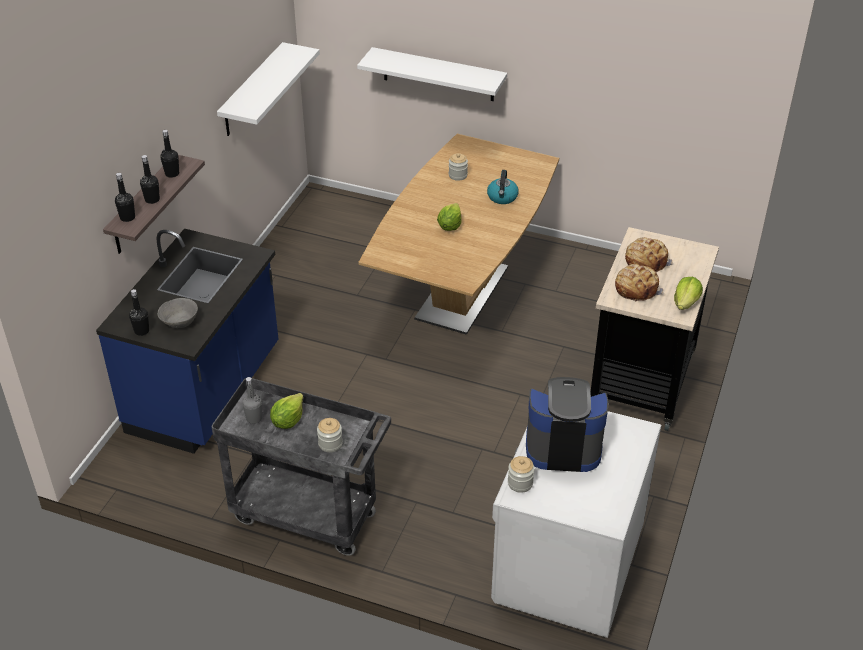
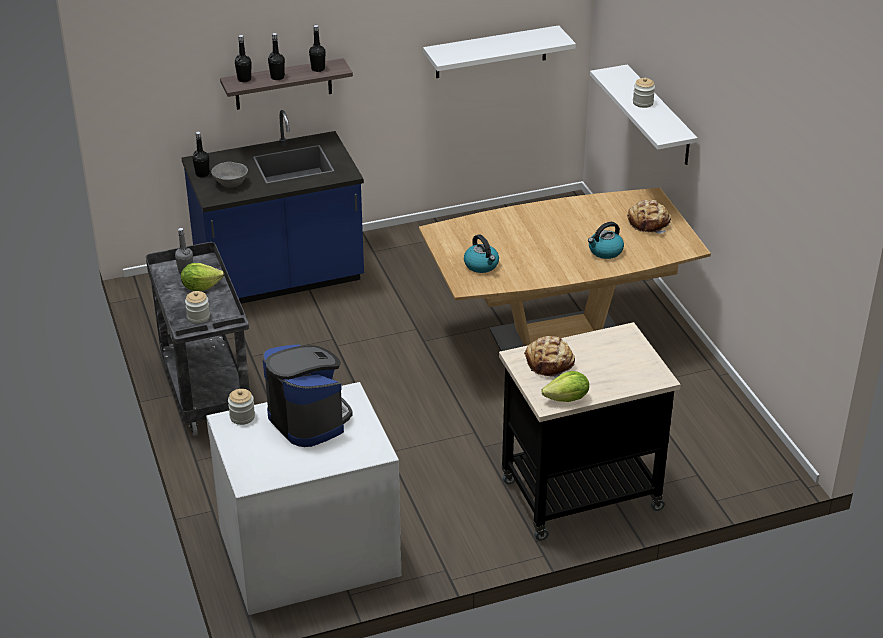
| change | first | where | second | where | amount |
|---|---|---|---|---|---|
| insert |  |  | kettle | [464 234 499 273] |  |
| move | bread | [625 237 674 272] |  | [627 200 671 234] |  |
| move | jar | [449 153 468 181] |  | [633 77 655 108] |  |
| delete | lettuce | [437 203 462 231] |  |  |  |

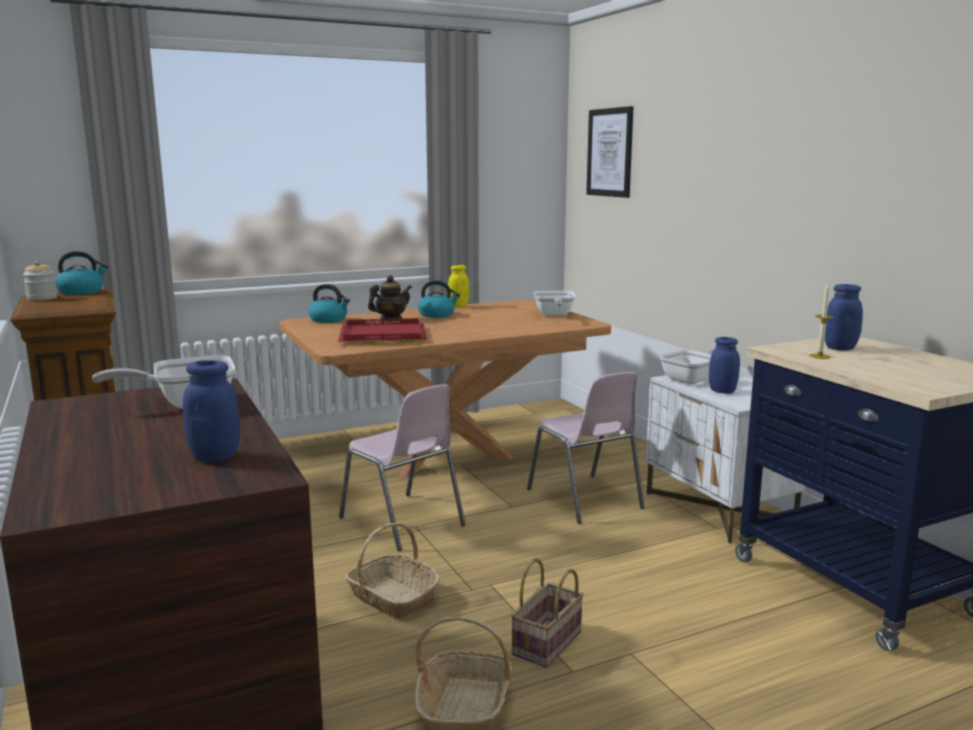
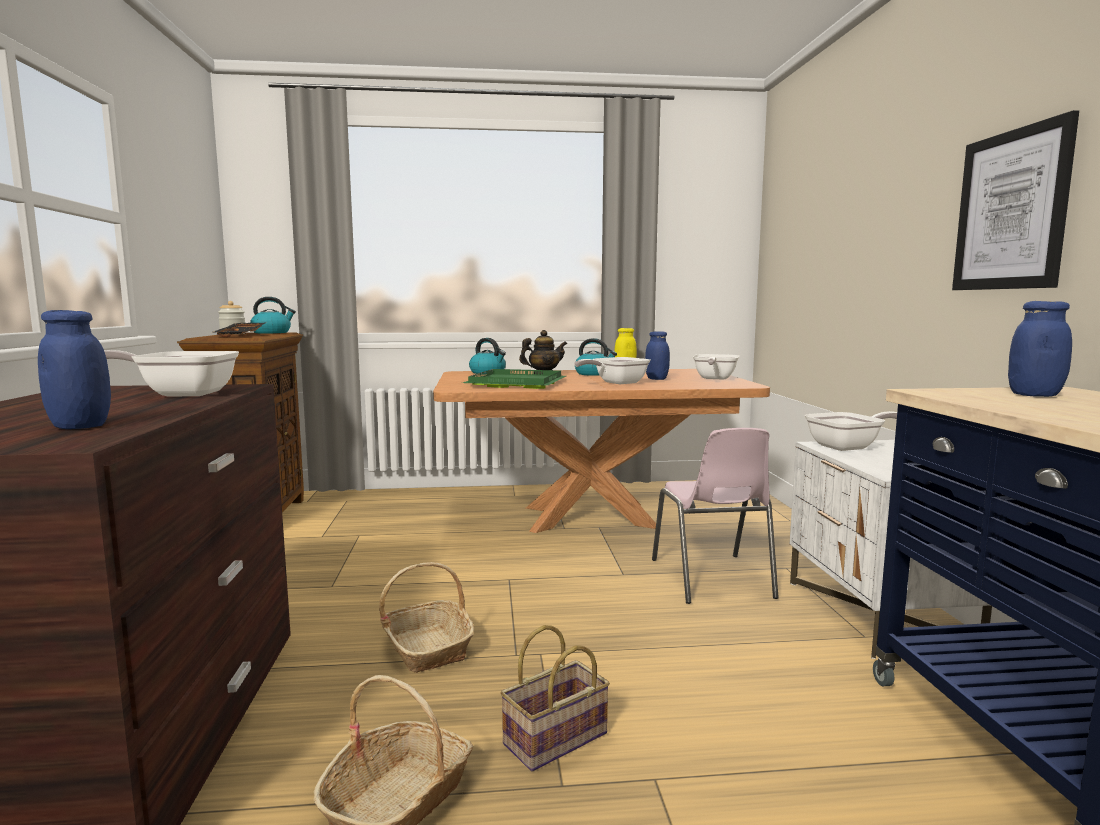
| change | first | where | second | where | amount |
|---|---|---|---|---|---|
| insert |  |  | tray (black) | [211 323 265 337] |  |
| recolor | tray (red) | [338 318 427 344] | tray (green) | [463 369 566 389] |  |
| insert |  |  | frying pan | [574 357 651 384] |  |
| move | jar (blue) | [709 337 740 394] |  | [645 331 670 380] |  |
| move | picture | [586 106 633 198] |  | [952 110 1079 290] |  |
| delete | chair (pink) | [339 384 466 551] |  |  |  |
| delete | candle | [809 283 834 359] |  |  |  |

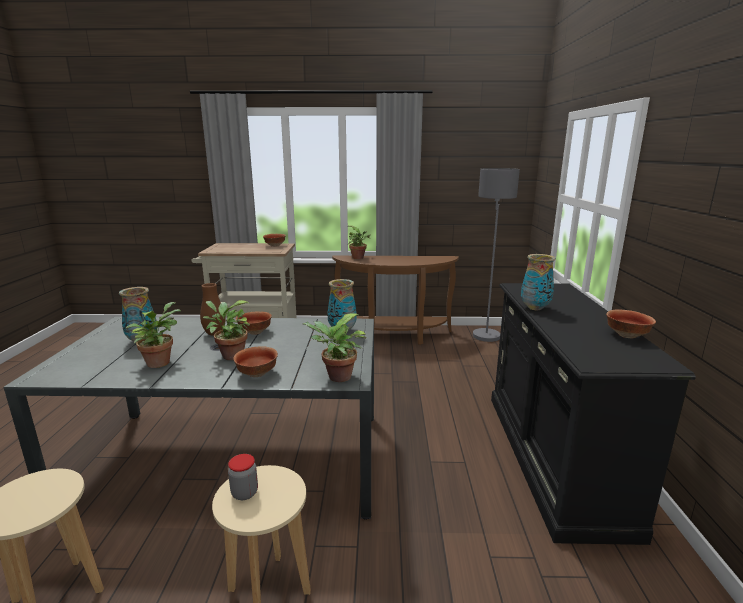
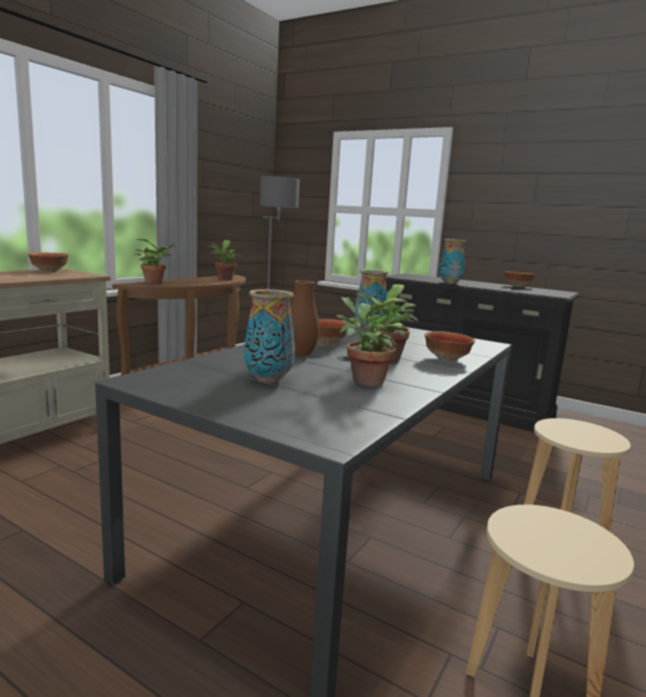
| change | first | where | second | where | amount |
|---|---|---|---|---|---|
| move | potted plant | [303 313 367 382] |  | [208 240 243 280] |  |
| delete | jar | [228 454 258 500] |  |  |  |

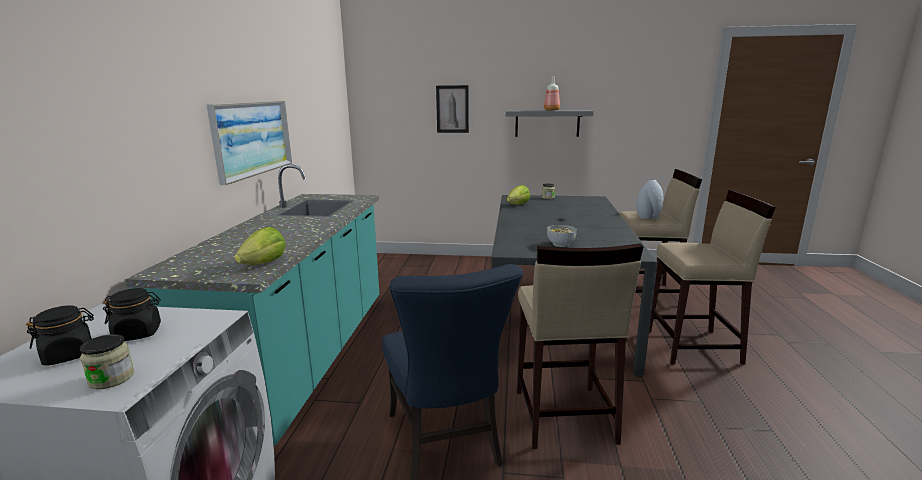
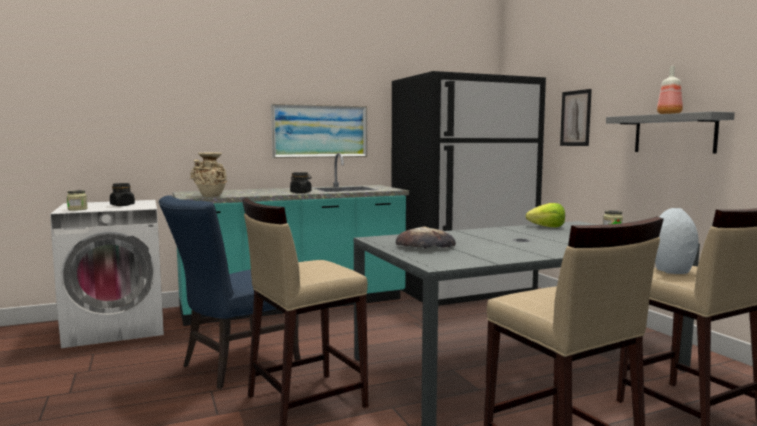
| change | first | where | second | where | amount |
|---|---|---|---|---|---|
| replace | lettuce | [235 227 286 265] | vase (beige) | [189 152 227 197] |  |
| move | jar (black) | [26 305 94 366] |  | [290 172 312 193] |  |
| insert |  |  | fridge (black) | [392 71 546 306] |  |
| replace | bowl | [547 225 577 247] | bread | [396 226 456 249] |  |

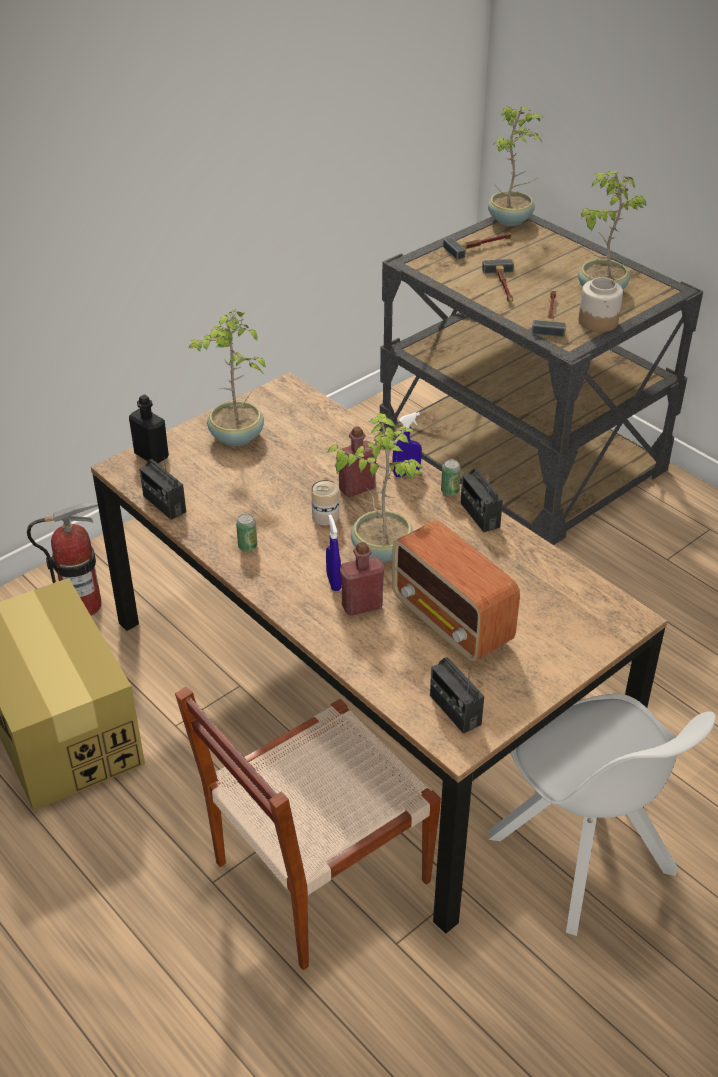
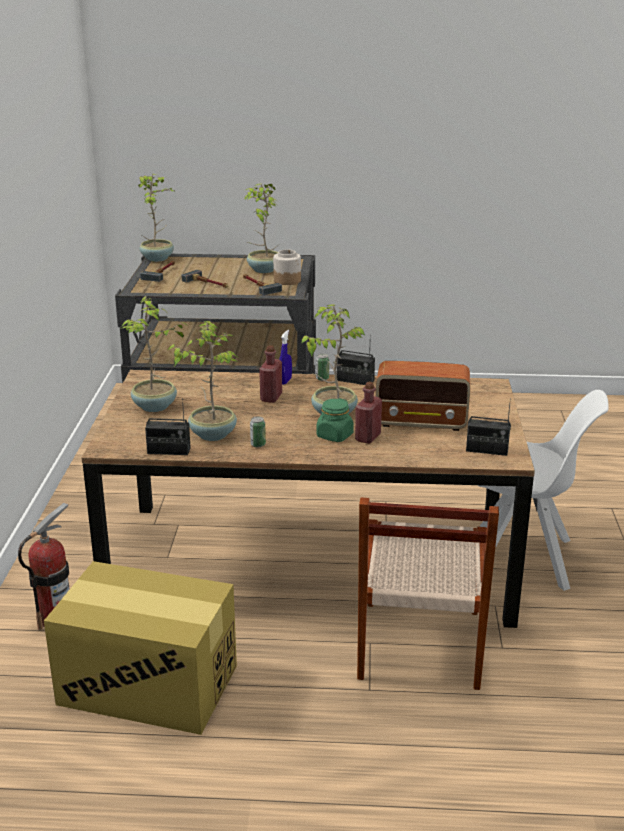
| change | first | where | second | where | amount |
|---|---|---|---|---|---|
| insert |  |  | potted plant | [167 321 239 441] |  |
| replace | spray bottle (blue) | [326 514 341 591] | jar (green) | [316 398 354 442] |  |
| delete | bottle (black) | [129 395 169 463] |  |  |  |
| delete | can | [311 480 339 526] |  |  |  |

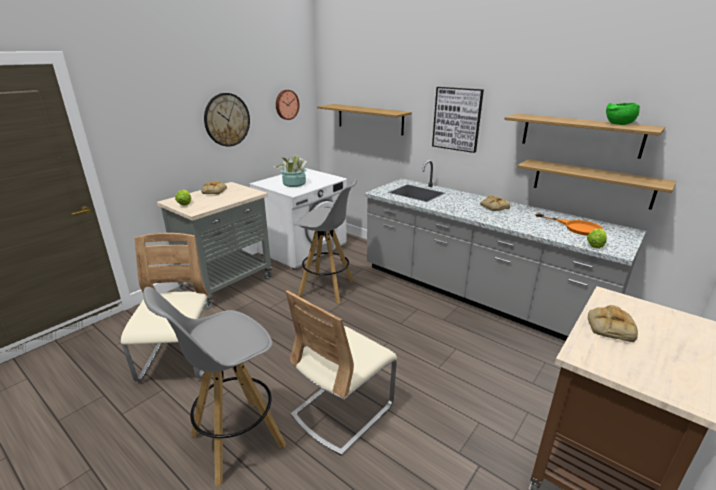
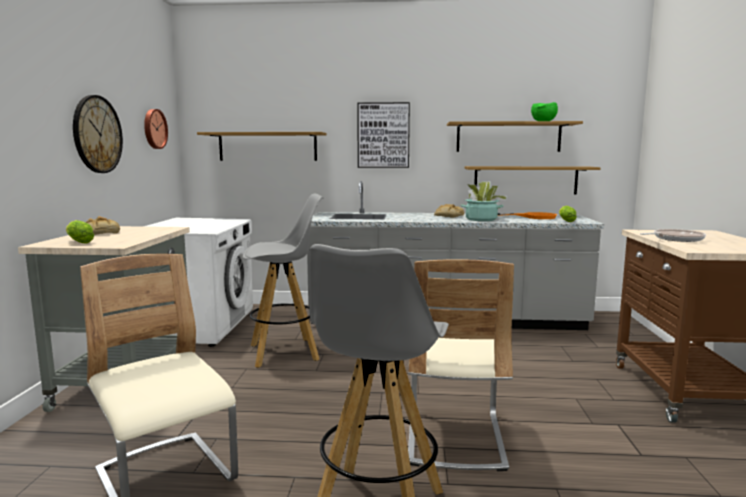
| change | first | where | second | where | amount |
|---|---|---|---|---|---|
| move | potted plant | [273 156 307 187] |  | [461 181 507 221] |  |
| replace | bread | [588 305 638 342] | frying pan | [640 229 706 242] |  |

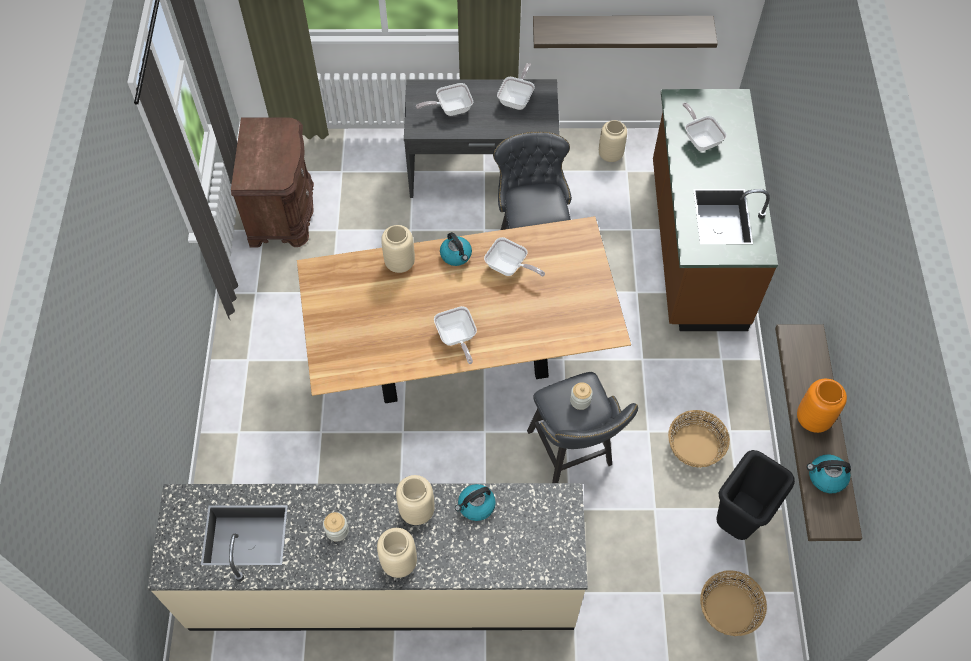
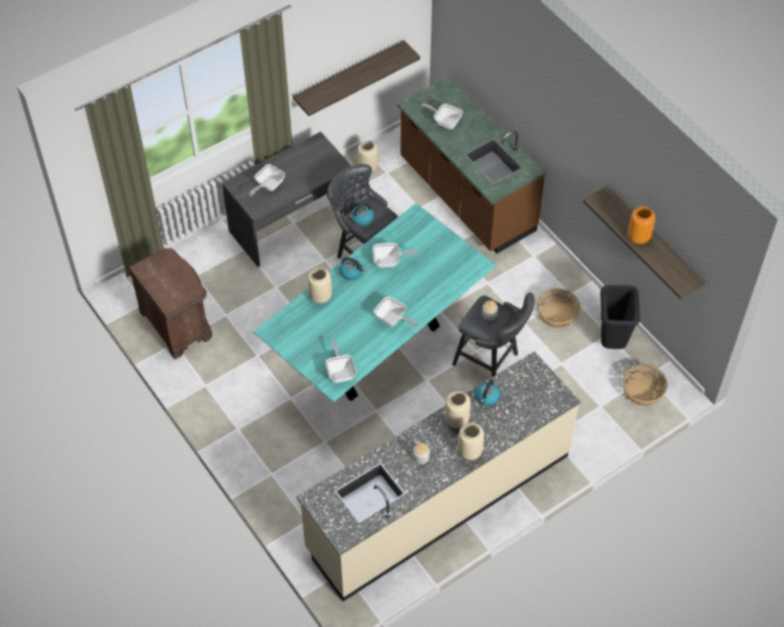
| change | first | where | second | where | amount |
|---|---|---|---|---|---|
| recolor | dining table (brown) | [297 216 631 403] | dining table (turquoise) | [253 203 497 402] |  |
| move | frying pan | [497 63 535 110] |  | [326 340 356 383] |  |
| move | kettle | [807 454 851 493] |  | [349 203 374 226] |  |

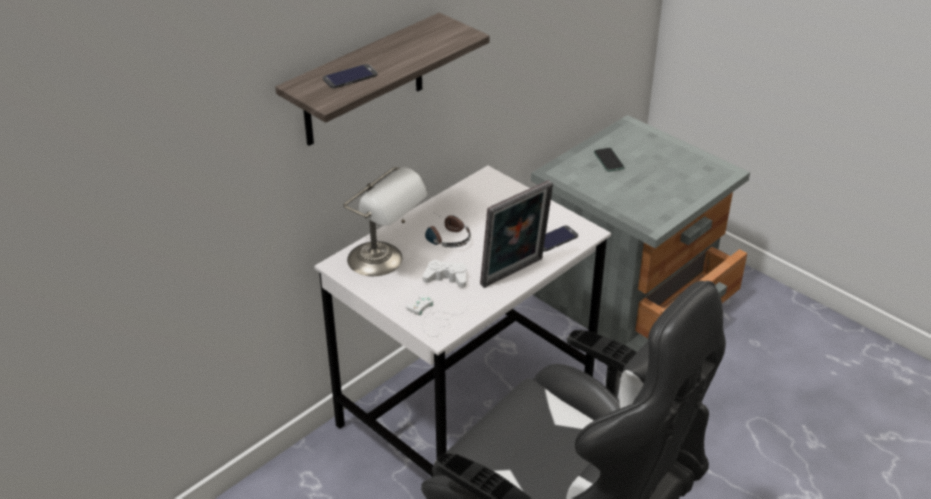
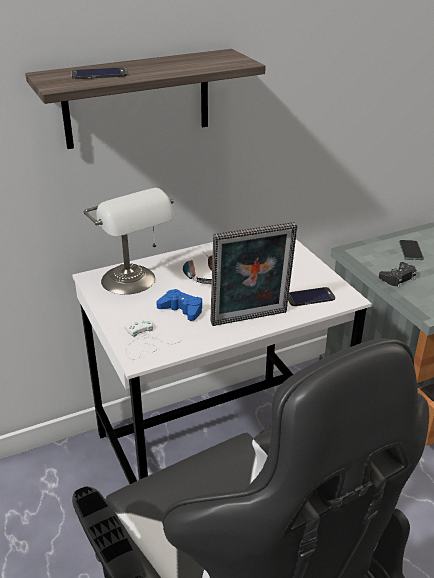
| change | first | where | second | where | amount |
|---|---|---|---|---|---|
| recolor | game controller (white) | [423 260 466 288] | game controller (blue) | [156 289 202 321] |  |
| insert |  |  | game controller (black) | [379 262 417 288] |  |

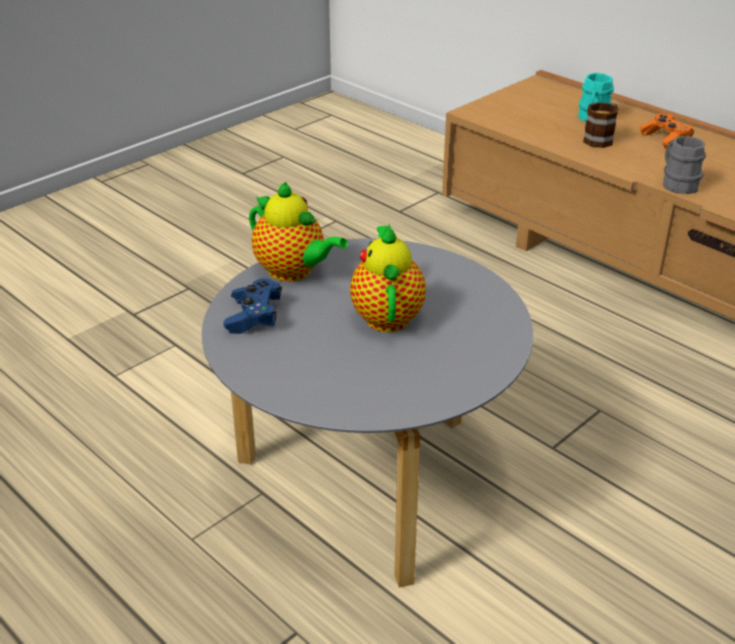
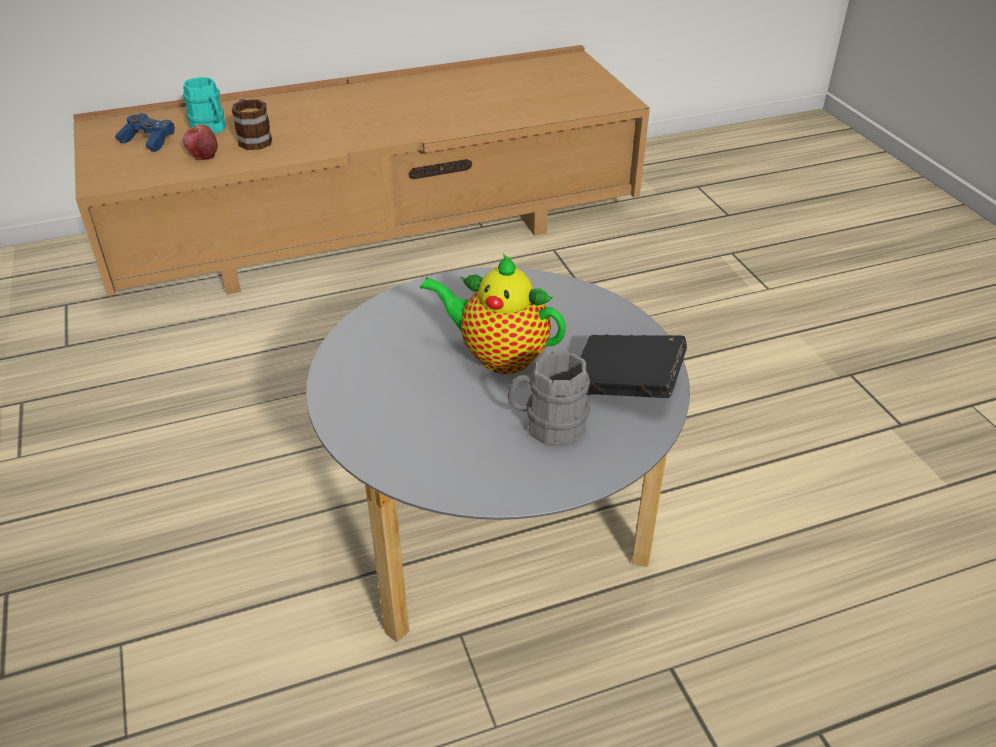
| change | first | where | second | where | amount |
|---|---|---|---|---|---|
| move | game controller (blue) | [223 278 282 334] |  | [115 113 175 152] |  |
| insert |  |  | apple | [183 125 217 160] |  |
| move | mug (grey) | [663 136 706 194] |  | [508 351 590 446] |  |
| insert |  |  | book (black) | [581 335 687 398] |  |
| delete | teapot | [249 182 348 282] |  |  |  |
| delete | game controller (orange) | [639 114 694 149] |  |  |  |

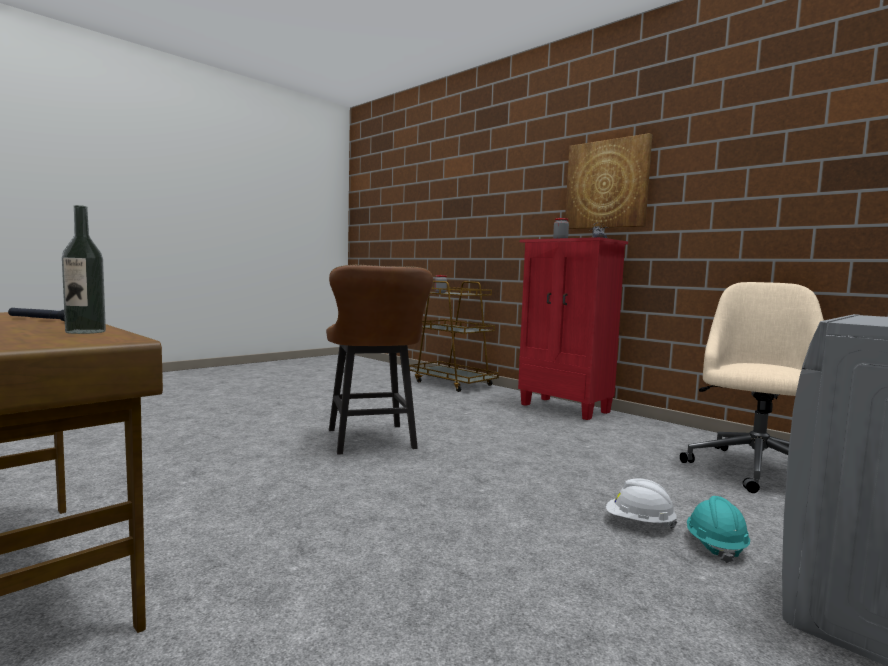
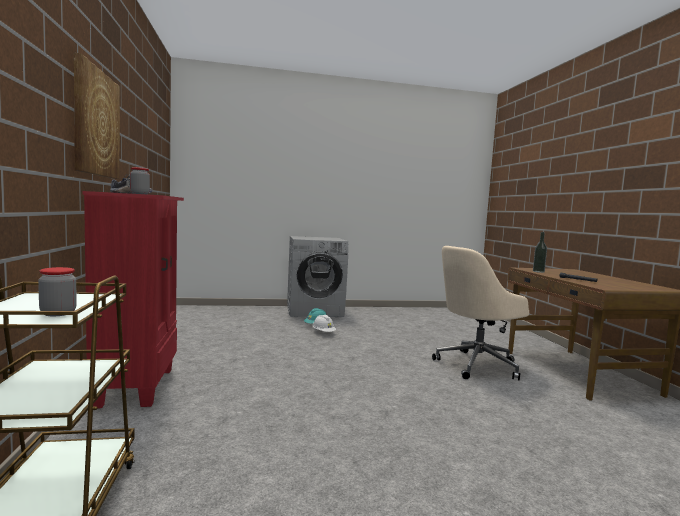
| change | first | where | second | where | amount |
|---|---|---|---|---|---|
| move | office chair (beige) | [680 282 824 493] |  | [432 246 529 381] |  |
| delete | stool (brown) | [326 265 433 455] |  |  |  |

